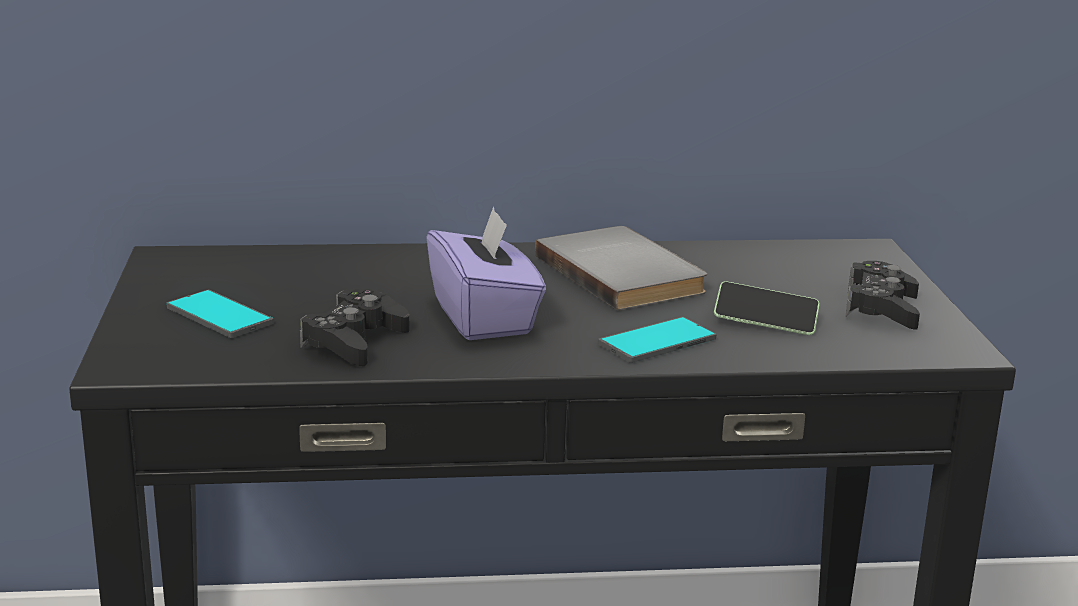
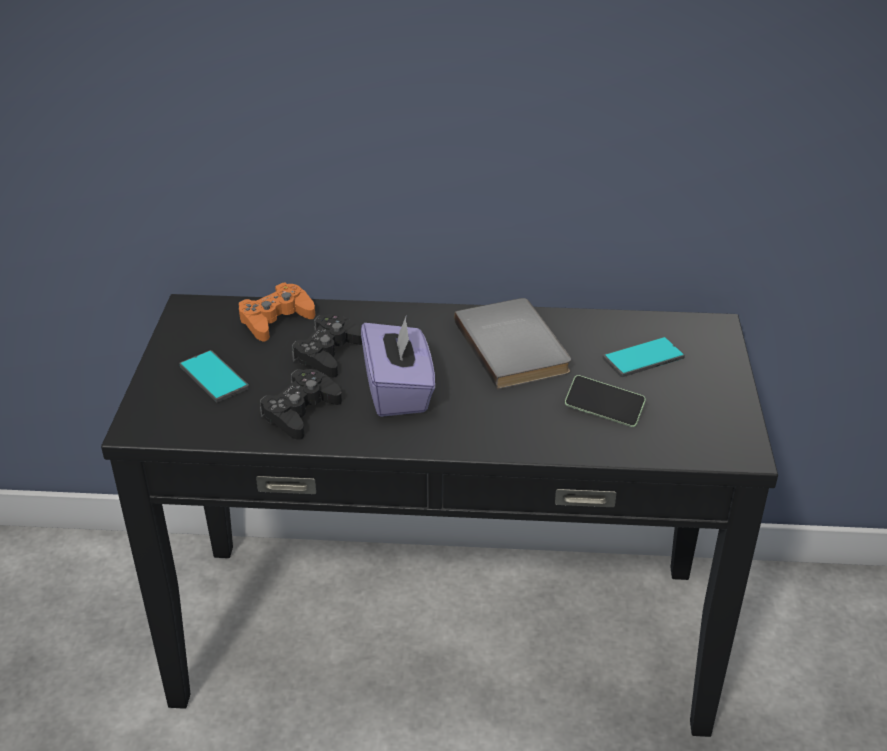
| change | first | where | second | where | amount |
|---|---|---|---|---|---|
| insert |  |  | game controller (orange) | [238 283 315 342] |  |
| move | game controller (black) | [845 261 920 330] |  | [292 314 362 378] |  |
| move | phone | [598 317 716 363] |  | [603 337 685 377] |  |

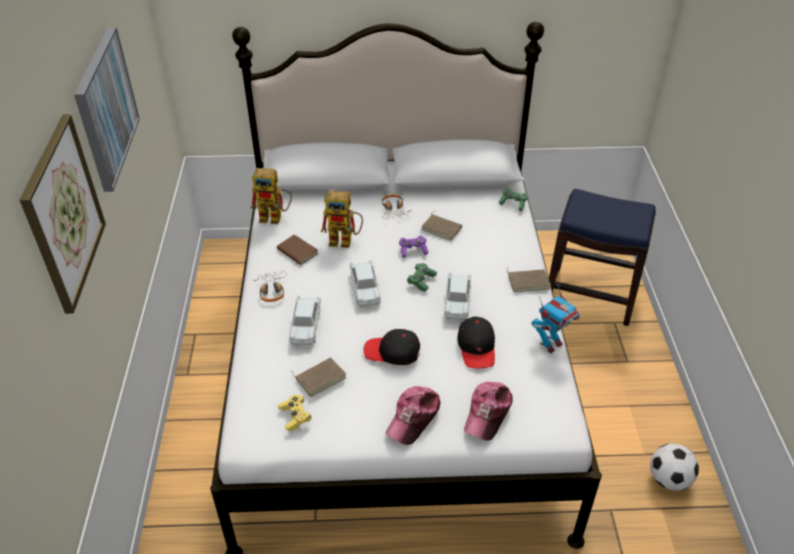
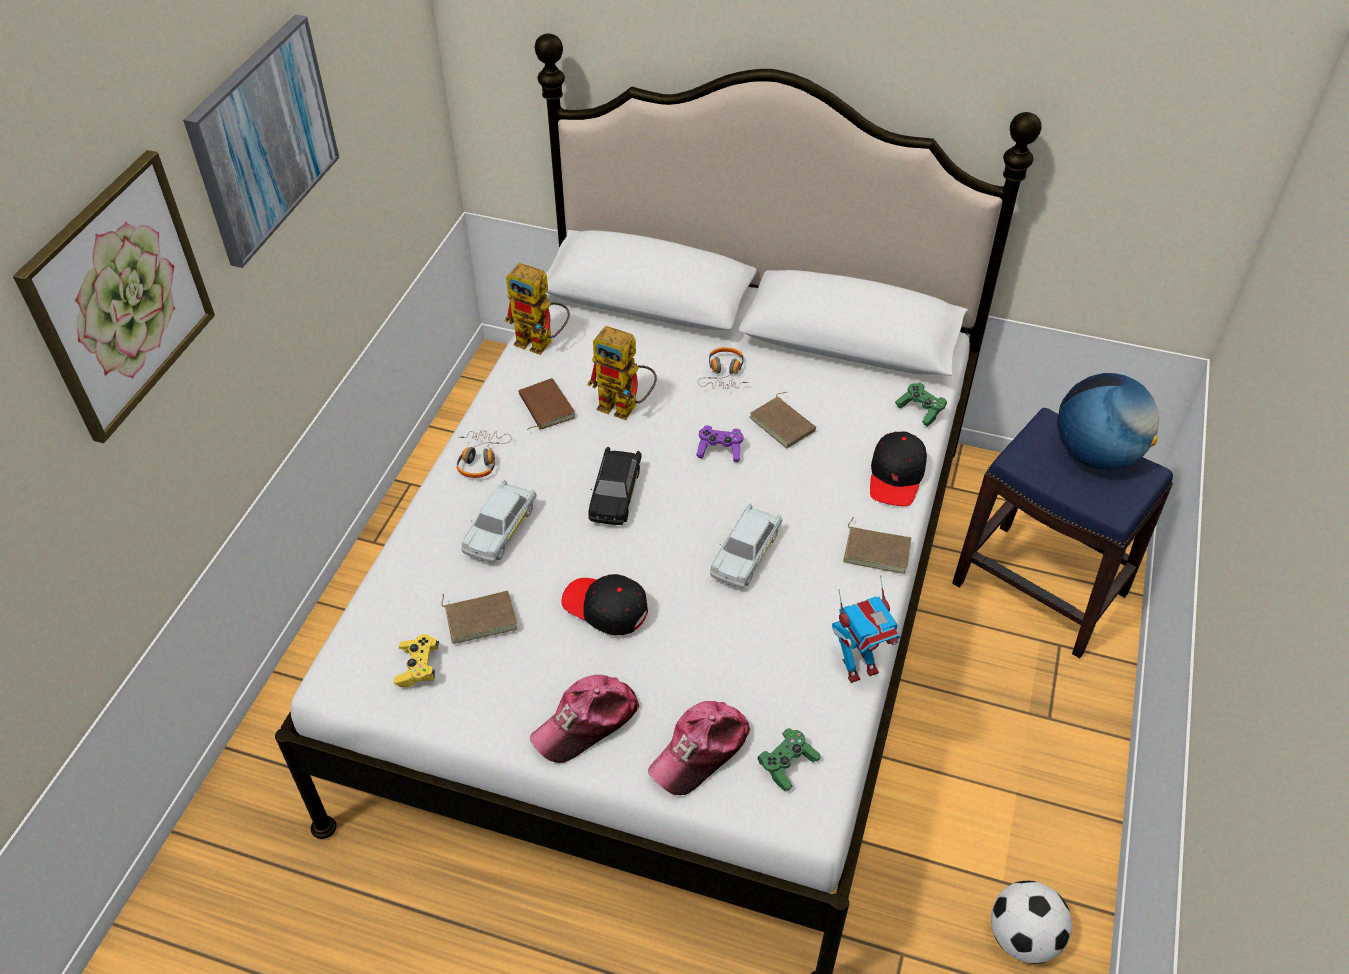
| change | first | where | second | where | amount |
|---|---|---|---|---|---|
| recolor | toy car (white) | [350 260 381 307] | toy car (black) | [588 447 642 525] |  |
| move | game controller (green) | [407 263 437 292] |  | [758 728 821 791] |  |
| move | cap (black) | [457 317 495 368] |  | [870 431 927 506] |  |
| insert |  |  | globe | [1057 373 1159 470] |  |

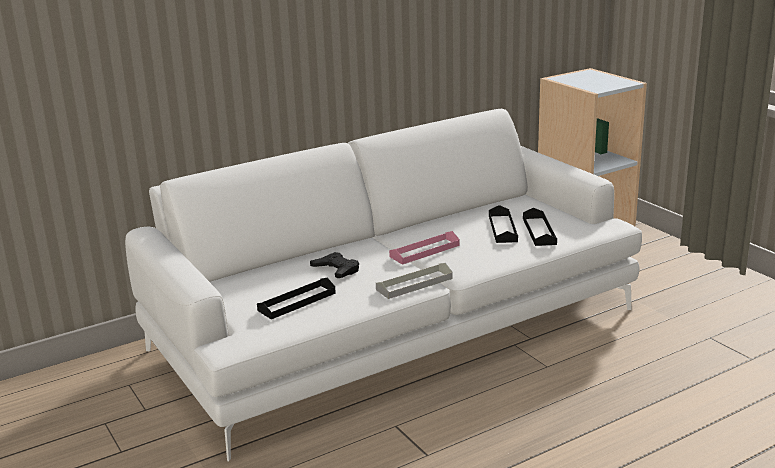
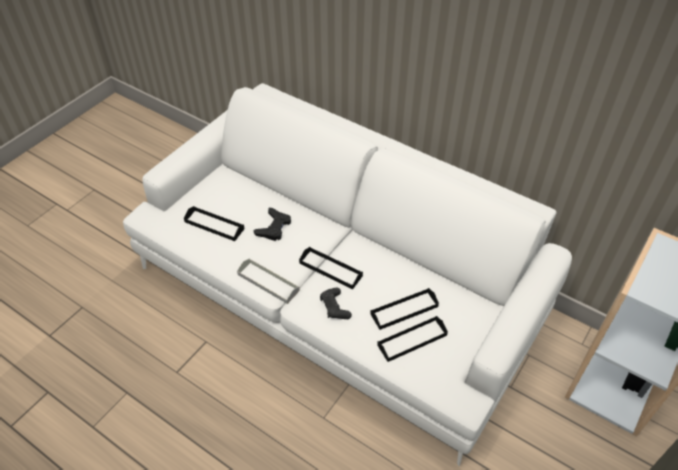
| change | first | where | second | where | amount |
|---|---|---|---|---|---|
| recolor | tray (pink) | [389 231 459 265] | tray (black) | [299 247 363 289] |  |
| insert |  |  | game controller (black) | [320 287 352 319] |  |

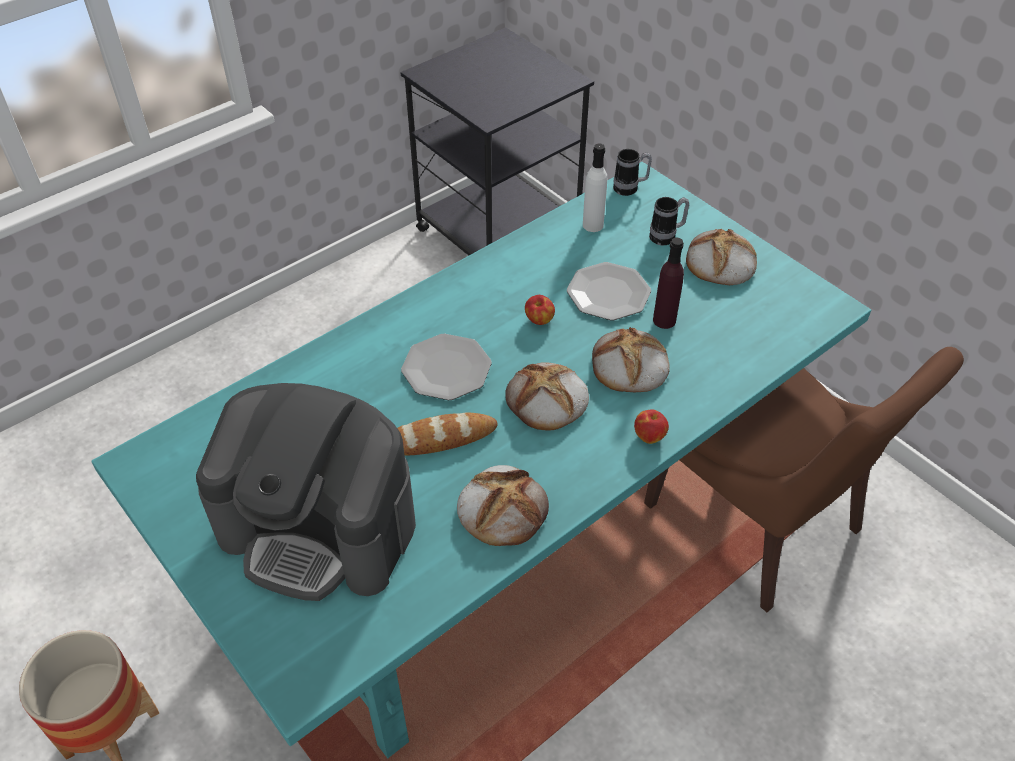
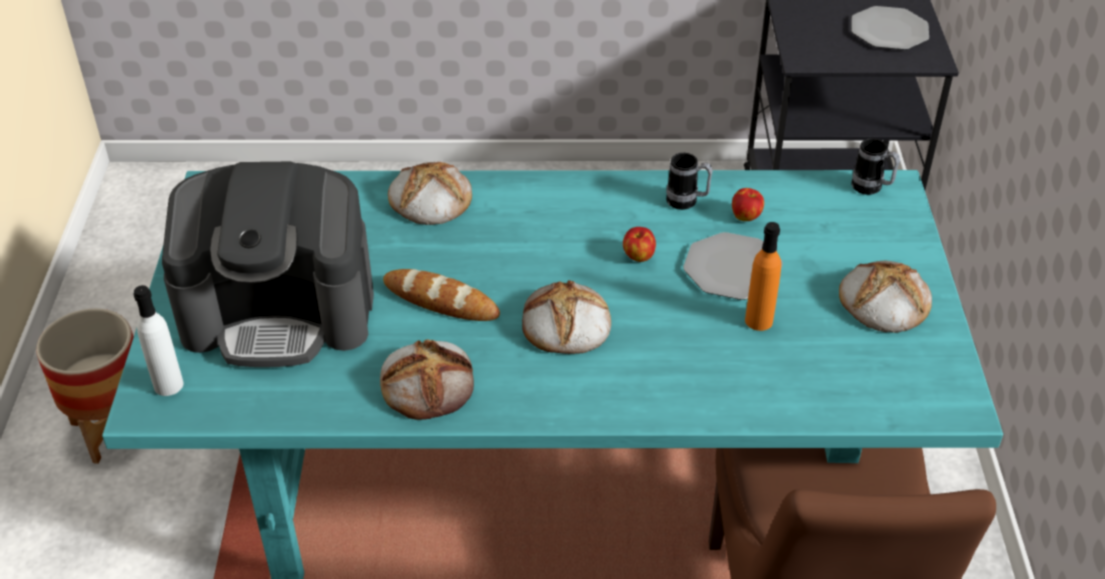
| change | first | where | second | where | amount |
|---|---|---|---|---|---|
| move | bottle (white) | [583 144 607 232] |  | [133 285 184 396] |  |
| rotate | coffee machine | [196 383 416 601] |  | [162 162 374 367] | 60 degrees counterclockwise |
| move | bread | [592 327 670 393] |  | [388 162 472 225] |  |
| move | mug | [649 197 689 245] |  | [666 153 713 210] |  |
| move | apple | [634 410 669 444] |  | [732 188 764 221] |  |
| recolor | bottle (purple) | [653 238 684 329] | bottle (orange) | [745 222 781 331] |  |
| move | plate | [401 334 492 400] |  | [851 6 929 50] |  |

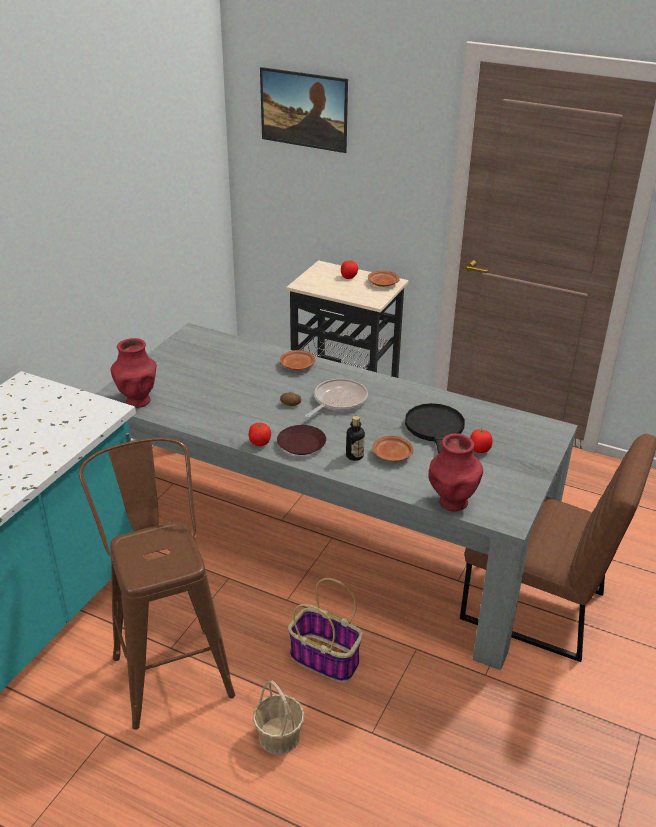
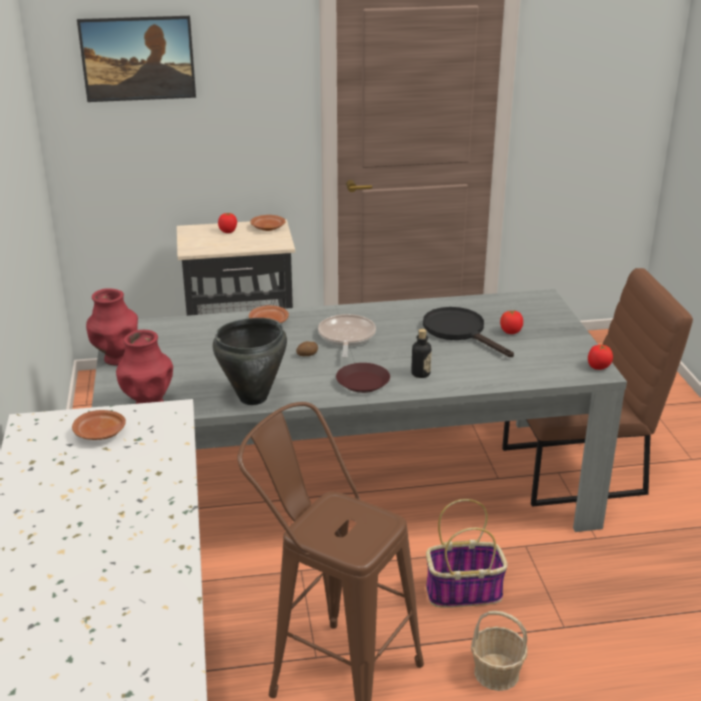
| change | first | where | second | where | amount |
|---|---|---|---|---|---|
| move | plate (brown) | [372 436 413 462] |  | [72 410 126 440] |  |
| move | vase (red) | [429 433 483 511] |  | [86 288 138 365] |  |
| insert |  |  | cooking pot (black) | [213 318 287 405] |  |
| move | tomato | [249 423 271 446] |  | [588 345 613 370] |  |

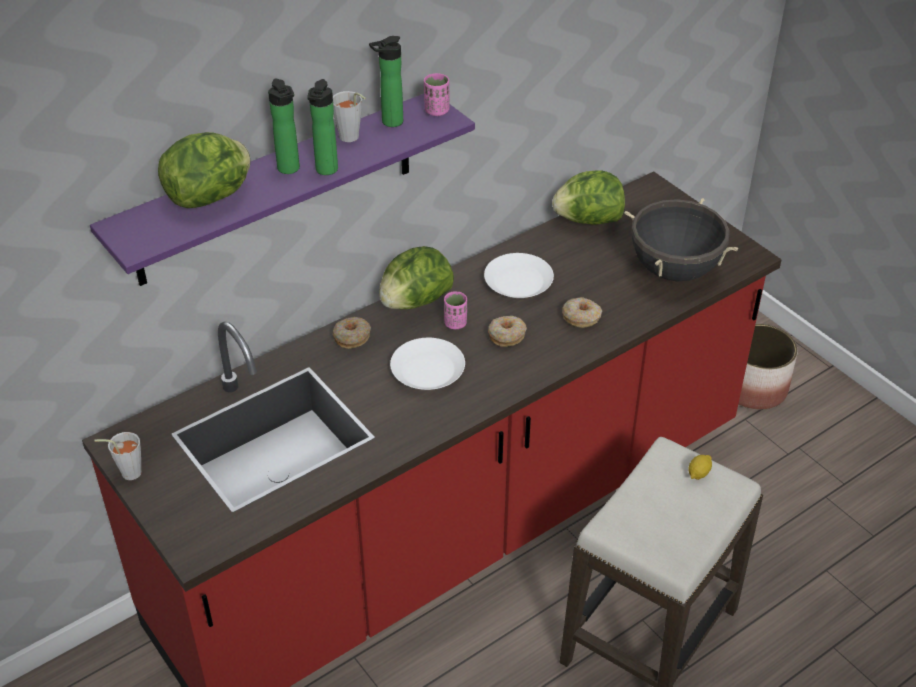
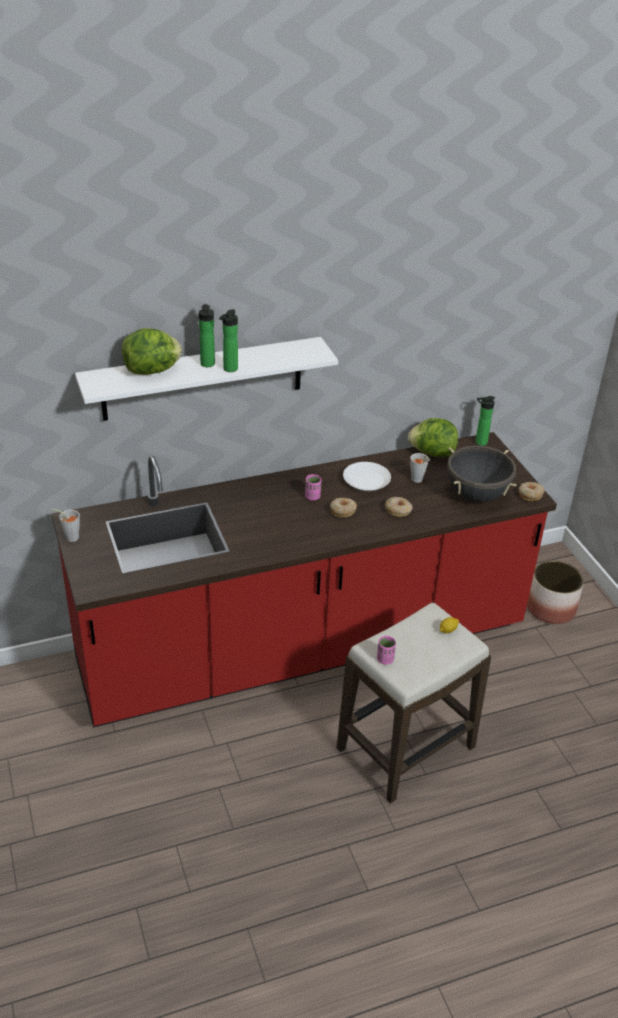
| change | first | where | second | where | amount |
|---|---|---|---|---|---|
| recolor | shelf (purple) | [90 94 475 286] | shelf (white) | [75 337 338 421] |  |
| move | cup (pink) | [424 73 450 116] |  | [377 636 396 664] |  |
| move | cup (grey) | [333 91 366 142] |  | [410 453 430 483] |  |
| move | bottle | [369 36 403 127] |  | [475 396 495 446] |  |
| move | donut | [333 317 371 349] |  | [519 482 545 501] |  |
| delete | lettuce | [379 246 454 310] |  |  |  |
| delete | plate (white) | [390 338 465 390] |  |  |  |

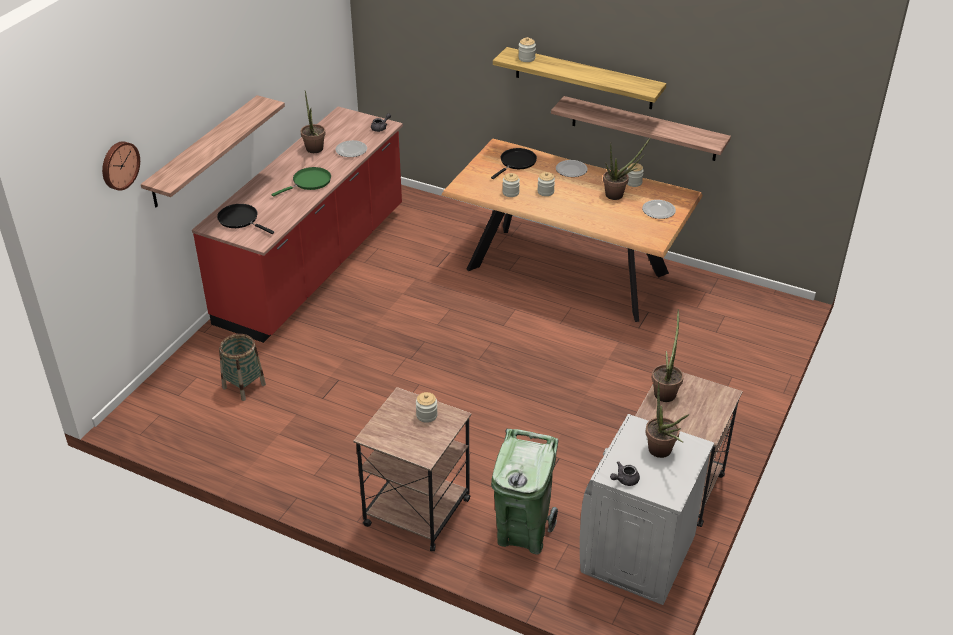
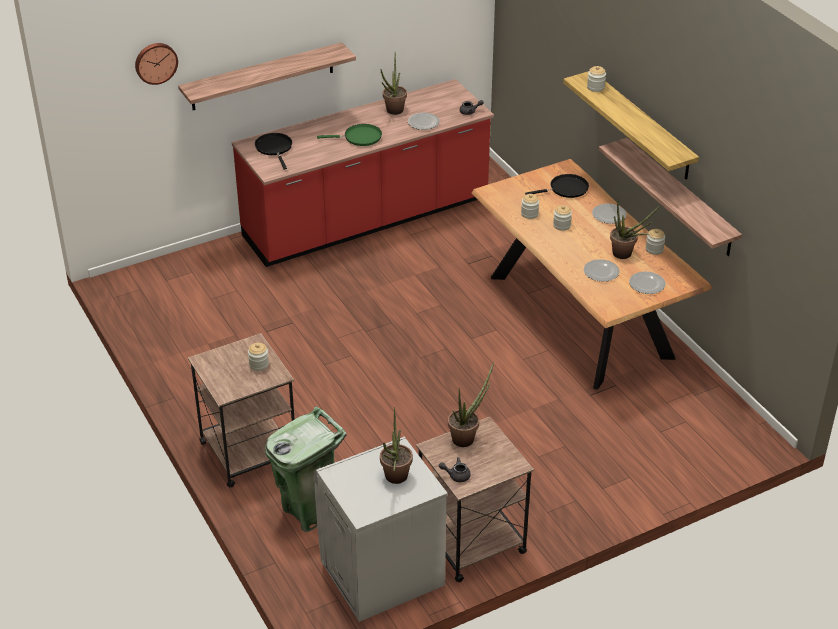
| change | first | where | second | where | amount |
|---|---|---|---|---|---|
| move | teapot (grey) | [610 461 640 486] |  | [439 457 471 482] |  |
| insert |  |  | plate | [584 259 619 282] |  |
| delete | basket | [219 334 266 401] |  |  |  |

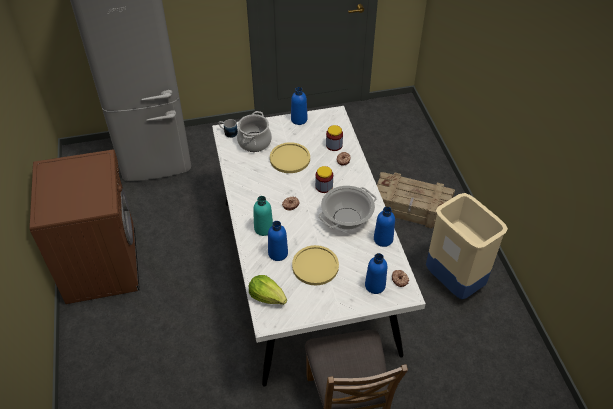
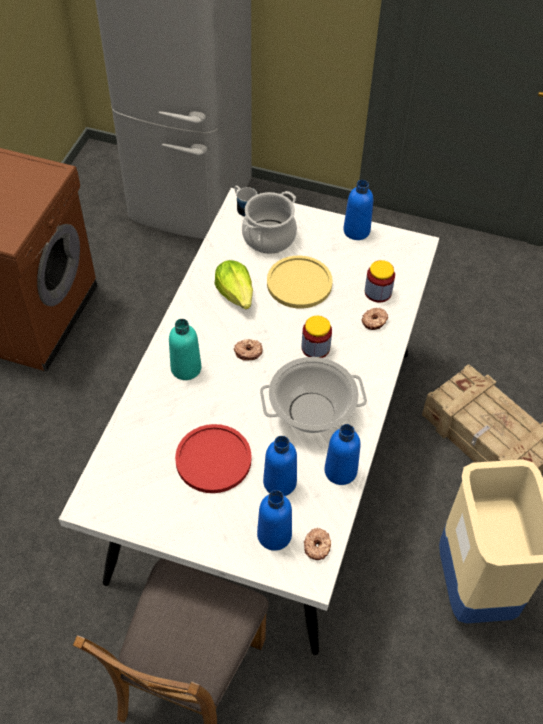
| change | first | where | second | where | amount |
|---|---|---|---|---|---|
| recolor | plate (yellow) | [292 245 339 286] | plate (red) | [175 424 252 493] |  |
| move | lettuce | [249 275 287 305] |  | [214 260 253 310] |  |
| move | bottle (blue) | [268 221 288 261] |  | [263 436 297 496] |  |

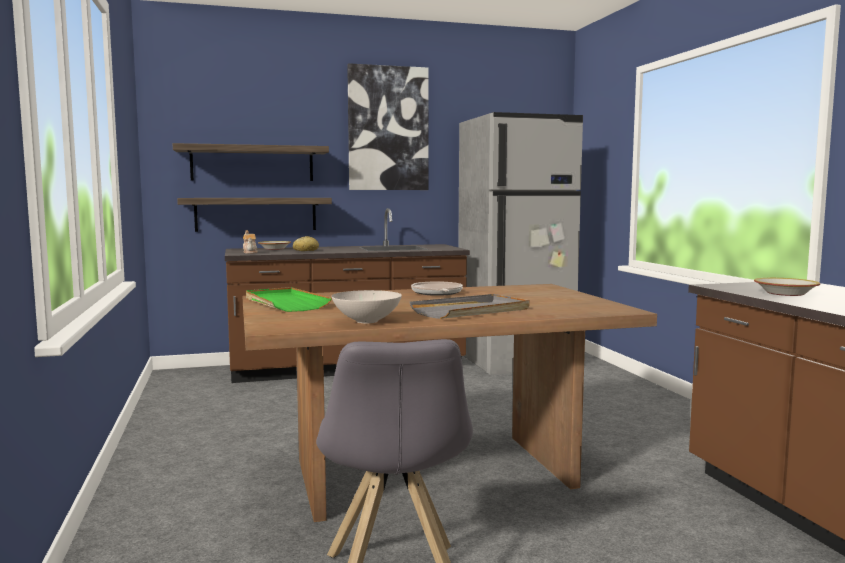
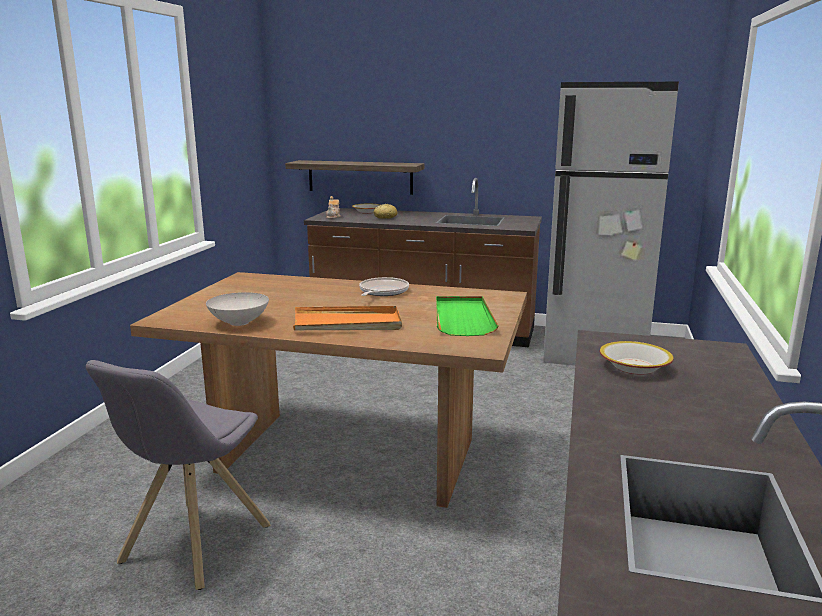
| change | first | where | second | where | amount |
|---|---|---|---|---|---|
| recolor | tray (grey) | [410 294 529 319] | tray (orange) | [293 306 402 330] |  |
| move | tray (green) | [246 287 332 312] |  | [436 296 499 336] |  |
| delete | shelf | [173 143 329 181] |  |  |  |
| delete | picture | [347 63 429 190] |  |  |  |

